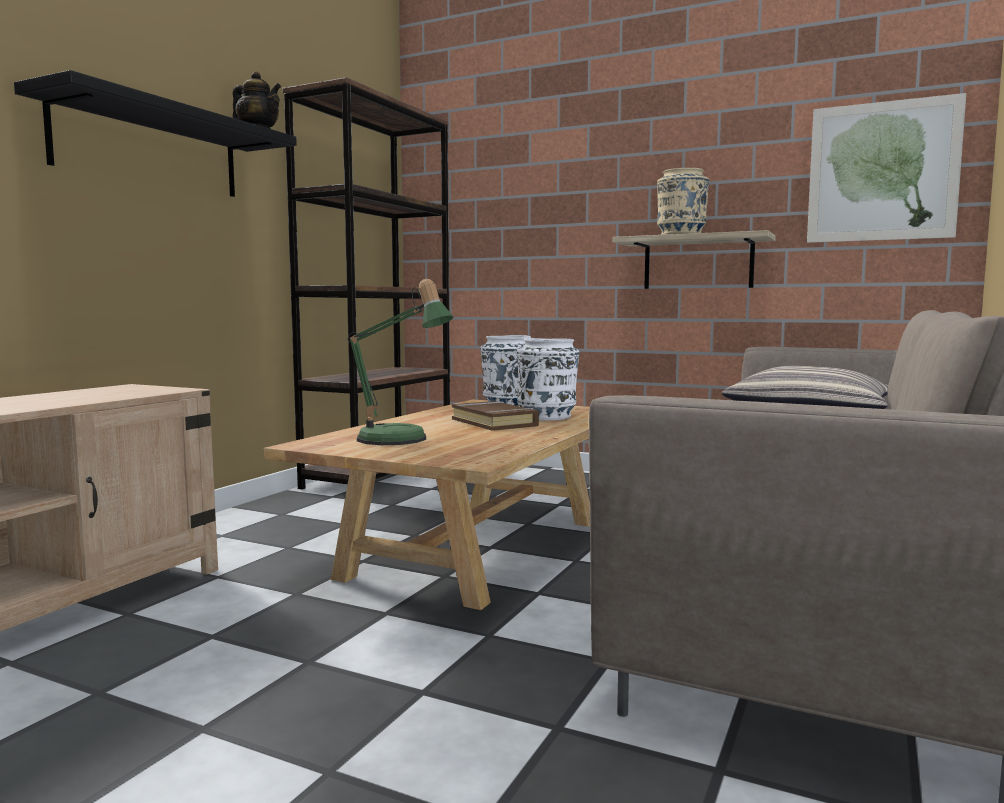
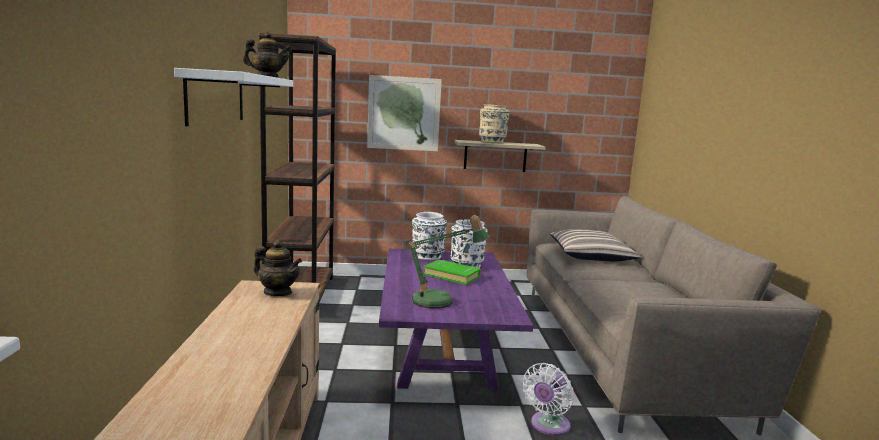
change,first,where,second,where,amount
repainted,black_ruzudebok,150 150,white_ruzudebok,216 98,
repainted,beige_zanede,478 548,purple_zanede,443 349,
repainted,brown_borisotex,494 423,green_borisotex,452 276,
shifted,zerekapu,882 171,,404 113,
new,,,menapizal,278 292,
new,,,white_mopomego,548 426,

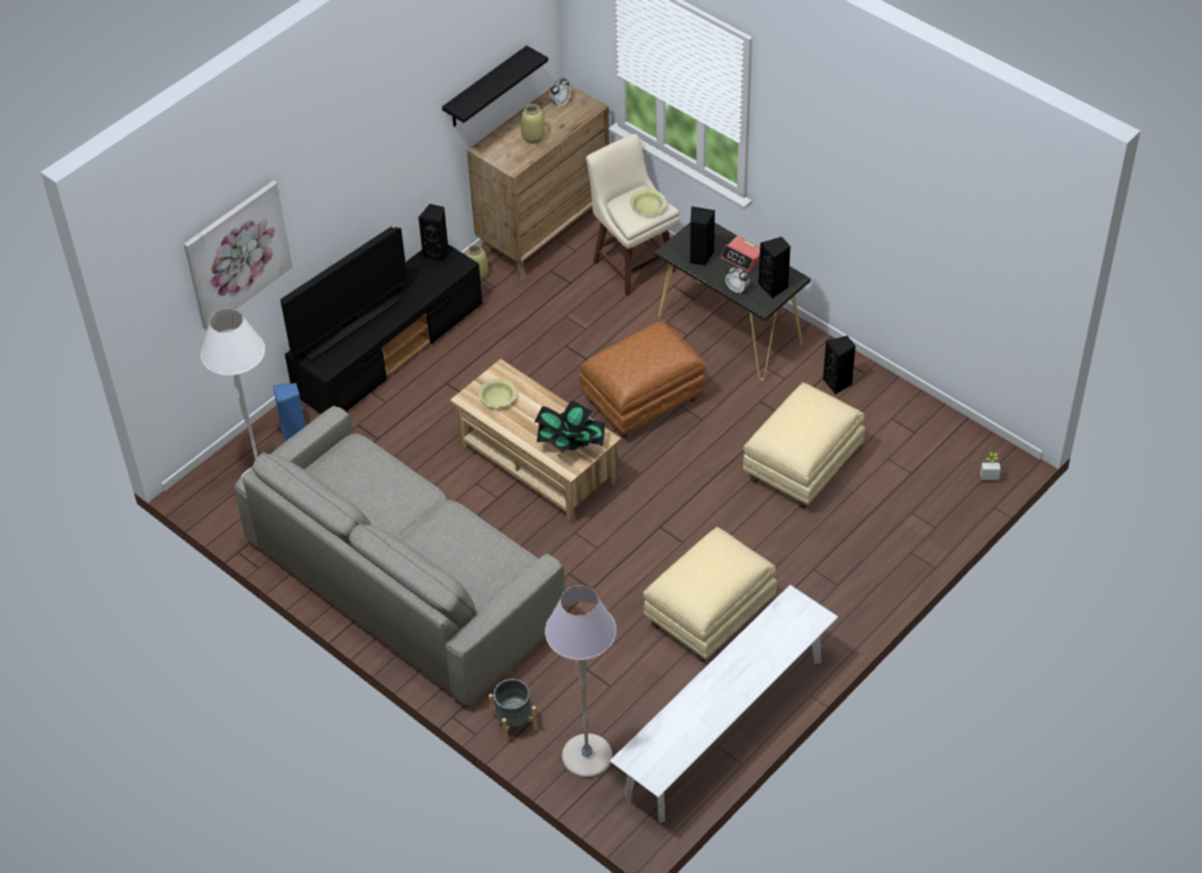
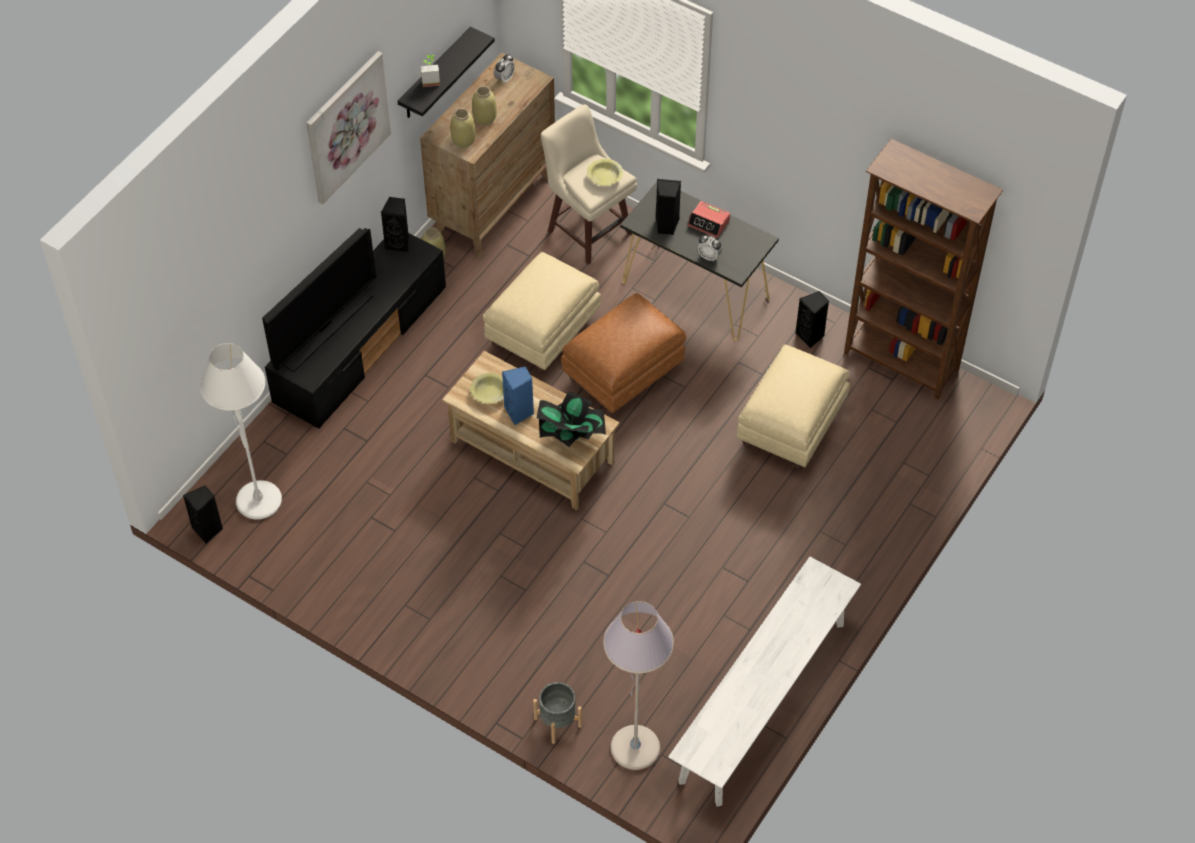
change,first,where,second,where,amount
shifted,zerekapu,237 254,,347 127,
gone,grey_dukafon,403 582,,,
shifted,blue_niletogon,293 429,,519 412,
shifted,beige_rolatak,709 616,,542 333,
shifted,black_niletogon,774 287,,208 530,
shifted,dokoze,988 476,,430 80,
new,,,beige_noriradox,463 140,
new,,,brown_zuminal,901 362,

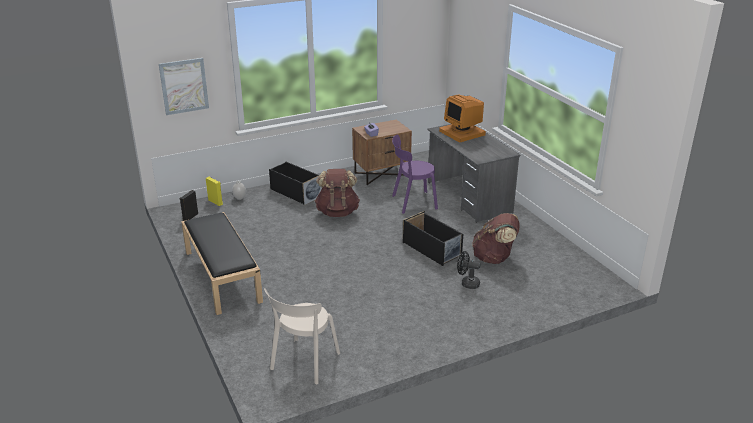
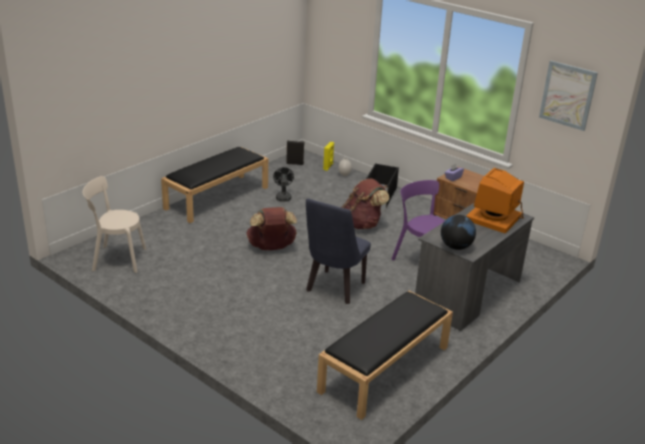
change,first,where,second,where,amount
shifted,zerekapu,184 86,,567 95,
swapped,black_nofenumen,432 249,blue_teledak,334 289,
shifted,black_mopomego,467 283,,283 197,
shifted,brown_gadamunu,494 258,,271 247,
new,,,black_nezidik,384 369,
new,,,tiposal,456 247,

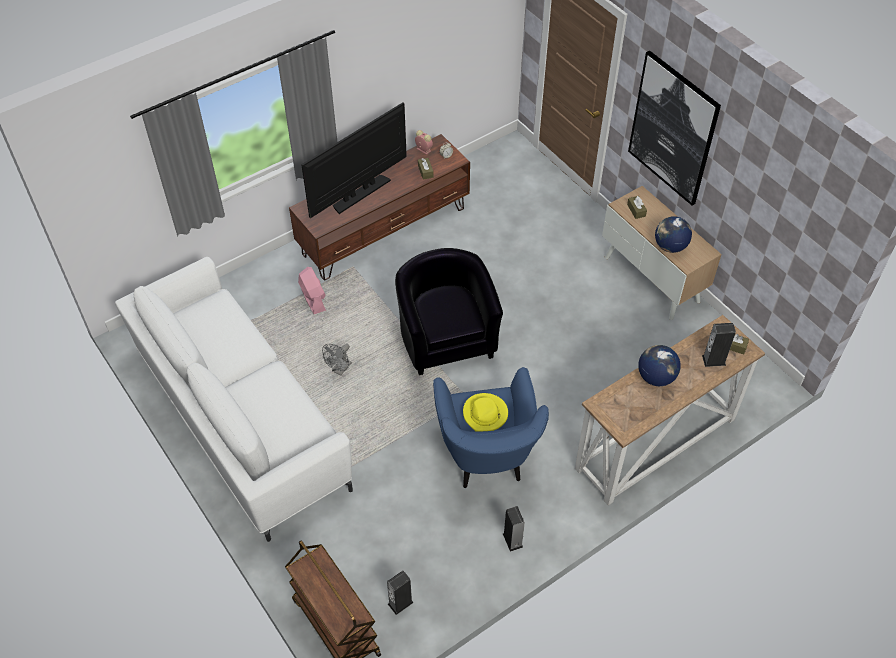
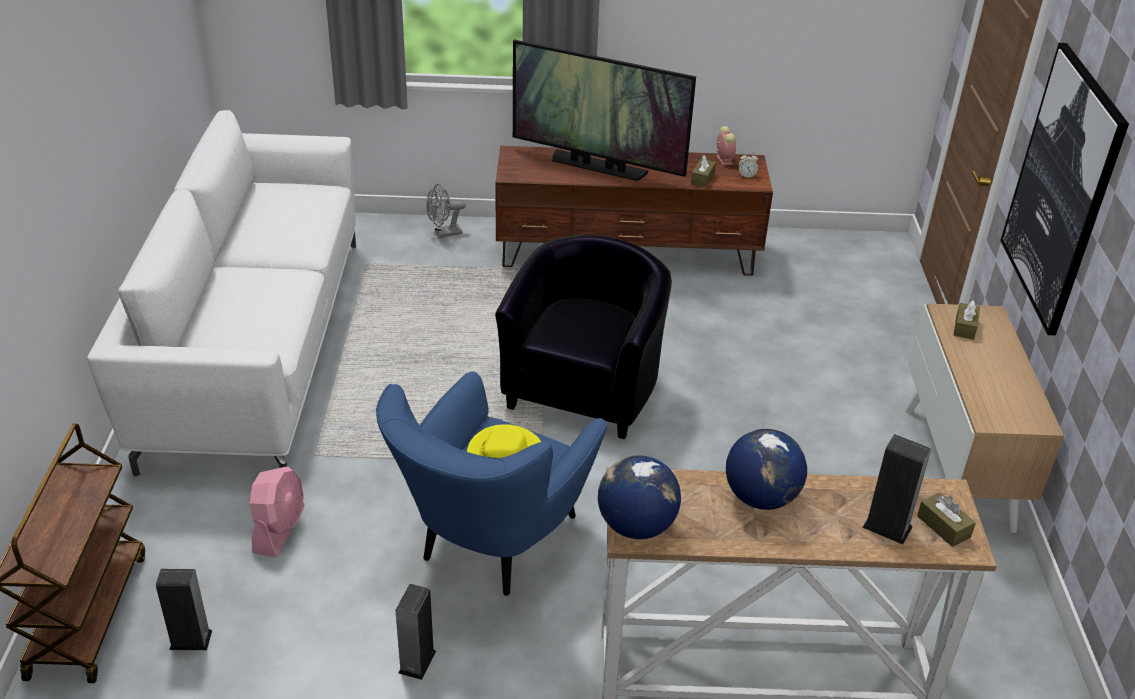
change,first,where,second,where,amount
shifted,pink_mopomego,313 298,,279 529,
rotated,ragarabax,360 193,,597 166,150 degrees counterclockwise
shifted,grey_mopomego,340 369,,444 233,
shifted,tiposal,670 246,,636 526,

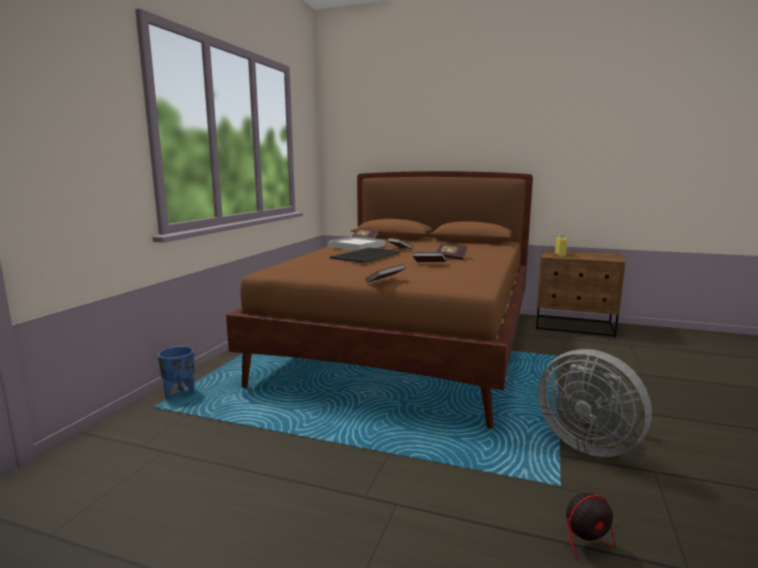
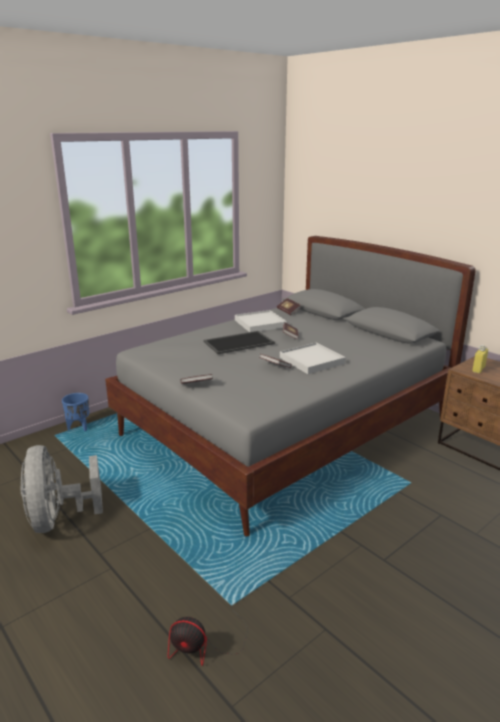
change,first,where,second,where,amount
repainted,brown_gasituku,408 344,grey_gasituku,286 427,
swapped,borisotex,451 257,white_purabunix,312 360,
shifted,grey_mopomego,587 443,,58 518,

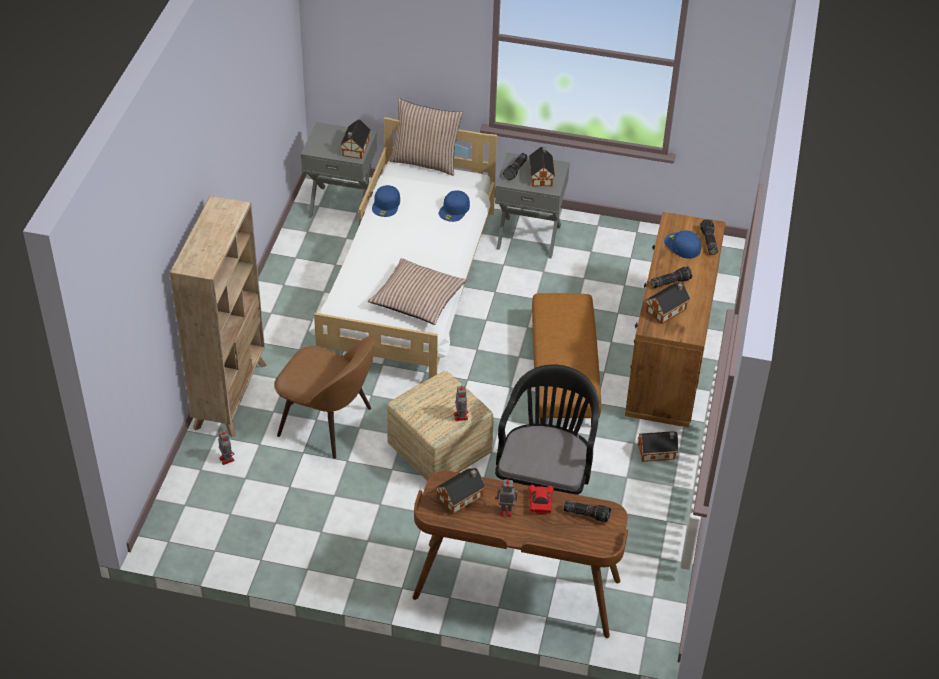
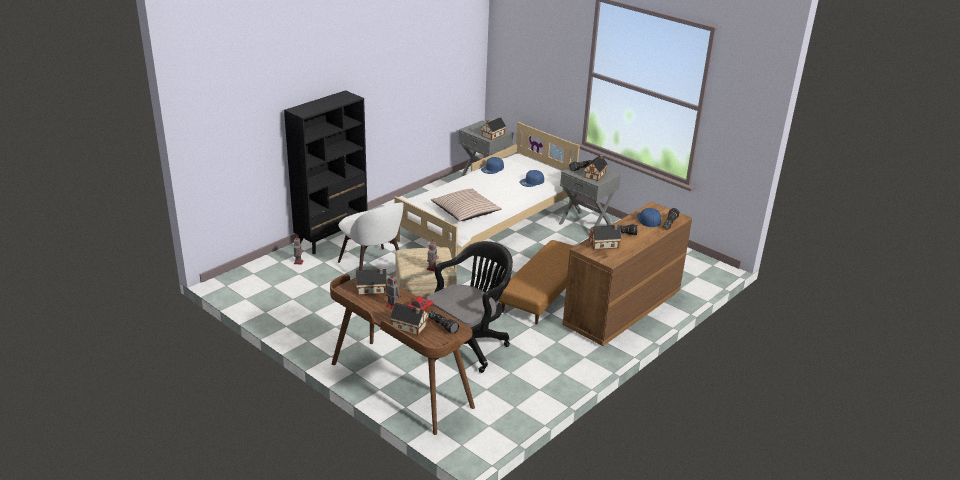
change,first,where,second,where,amount
repainted,beige_zuminal,231 395,black_zuminal,332 237,
repainted,brown_teledak,328 423,white_teledak,373 266,
gone,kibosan,425 161,,,
shifted,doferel,658 452,,410 327,

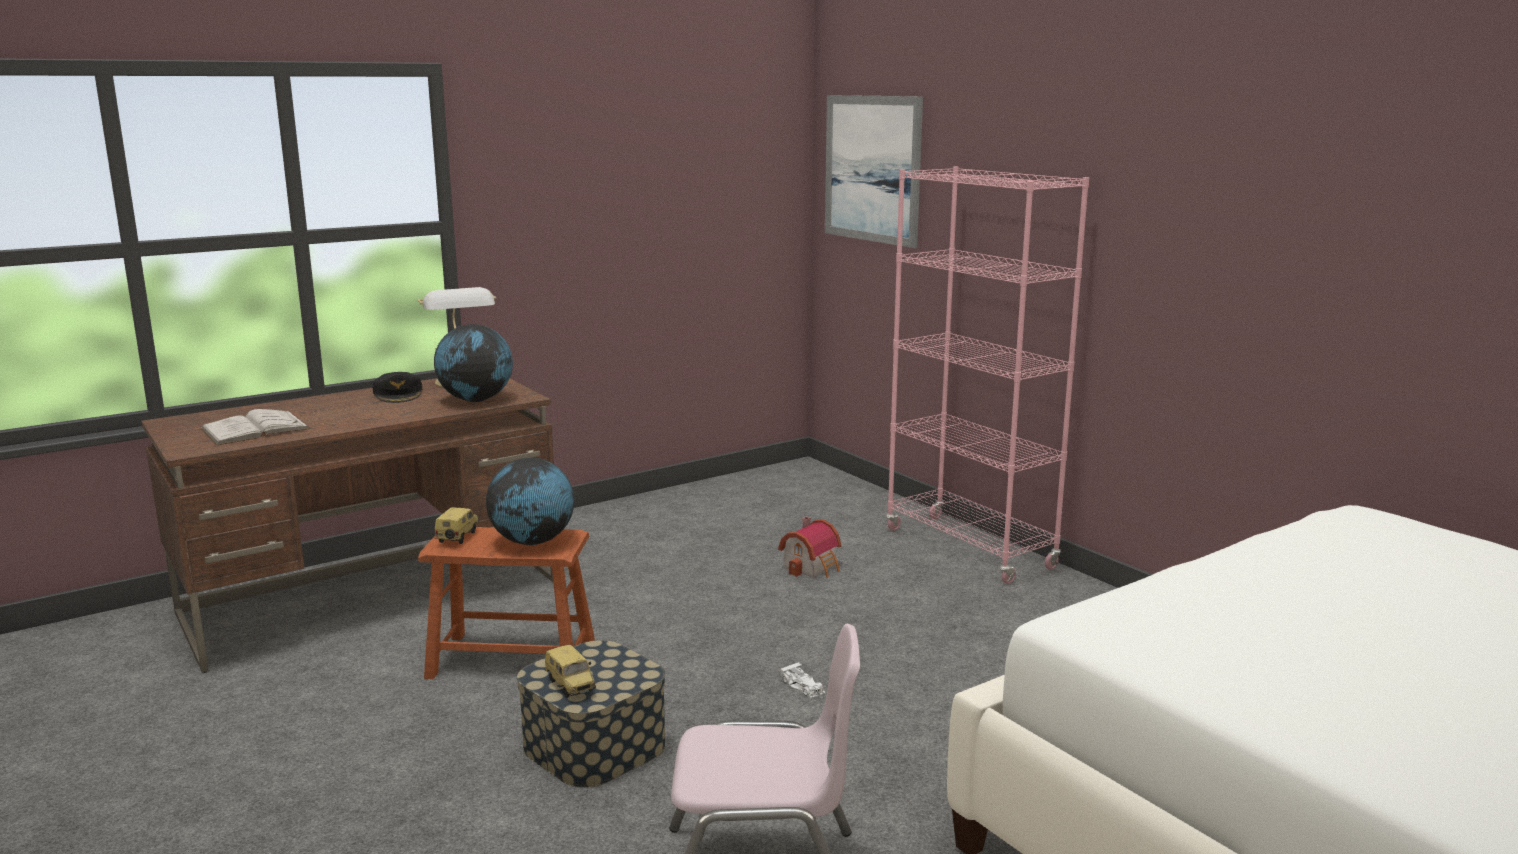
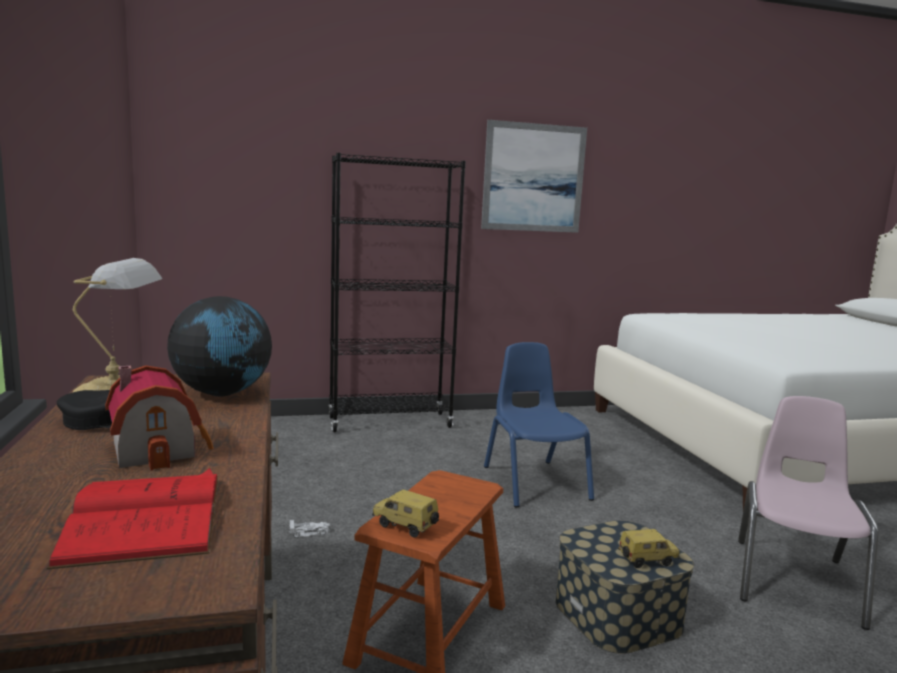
change,first,where,second,where,amount
repainted,white_borisotex,255 429,red_borisotex,145 517,
gone,tiposal,532 542,,,
shifted,doferel,813 567,,160 448,
shifted,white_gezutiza,803 687,,309 532,
shifted,zerekapu,872 169,,533 178,
repainted,pink_zuminal,969 549,black_zuminal,390 422,
new,,,blue_teledak,535 482,

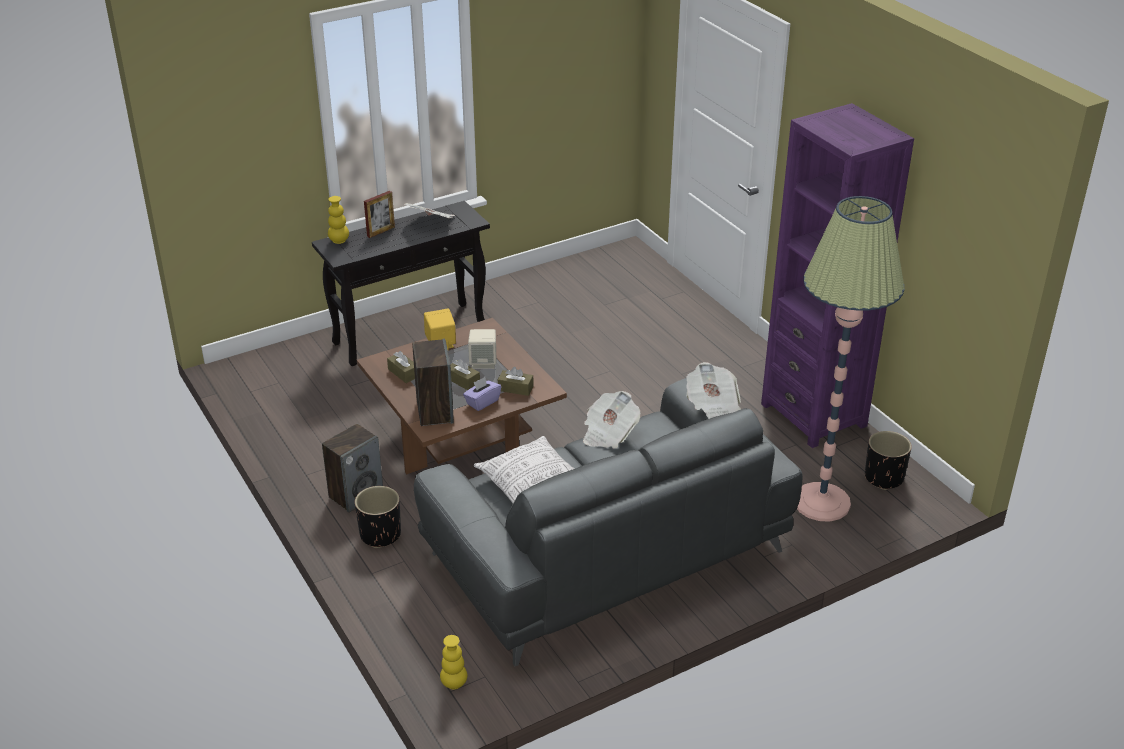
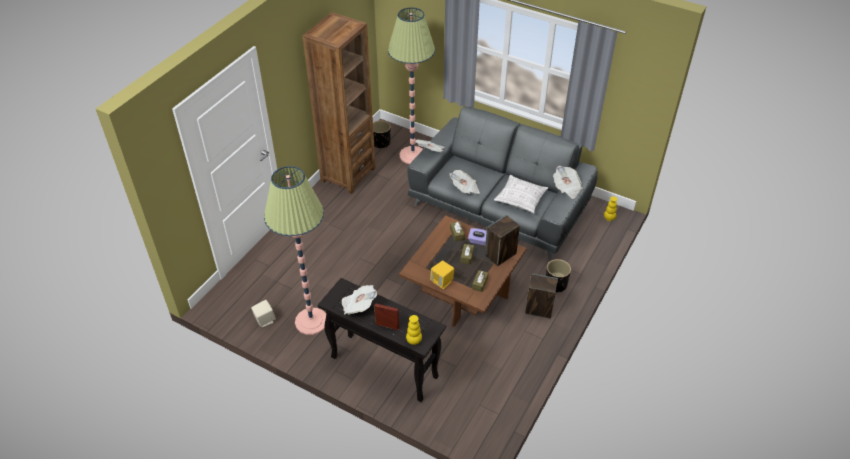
change,first,where,second,where,amount
shifted,beige_niletogon,483 363,,264 320,
repainted,purple_zuminal,813 415,brown_zuminal,348 174,
new,,,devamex,311 321,
new,,,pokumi,567 188,

